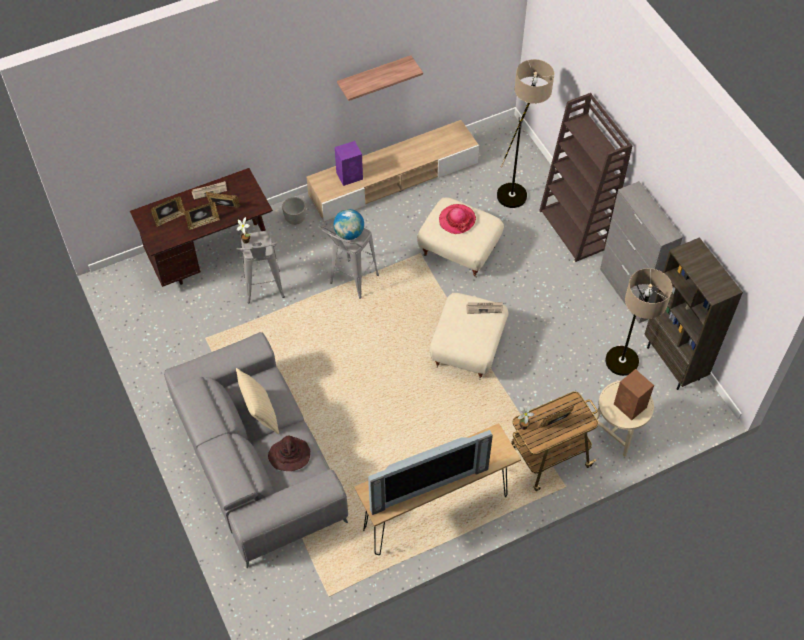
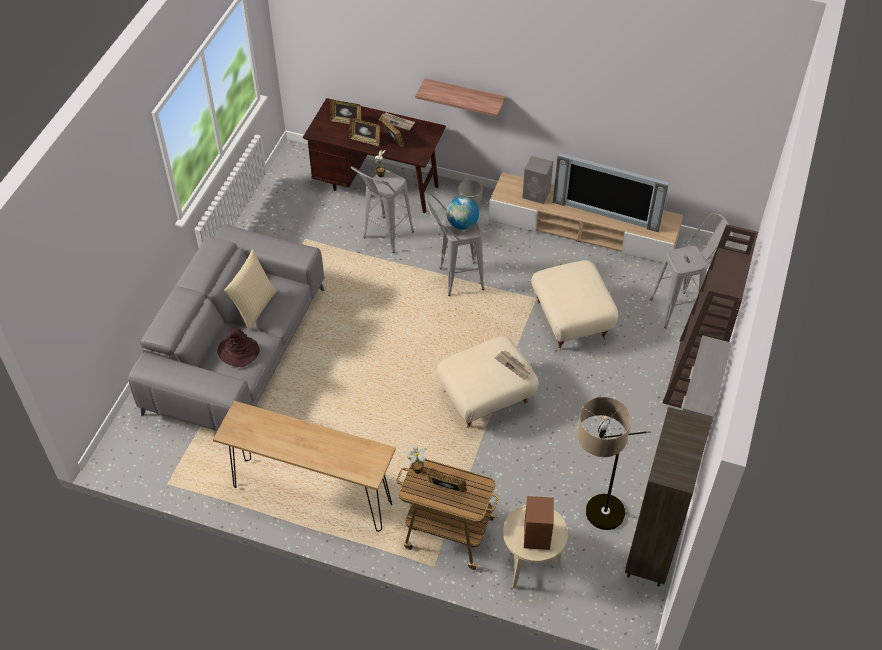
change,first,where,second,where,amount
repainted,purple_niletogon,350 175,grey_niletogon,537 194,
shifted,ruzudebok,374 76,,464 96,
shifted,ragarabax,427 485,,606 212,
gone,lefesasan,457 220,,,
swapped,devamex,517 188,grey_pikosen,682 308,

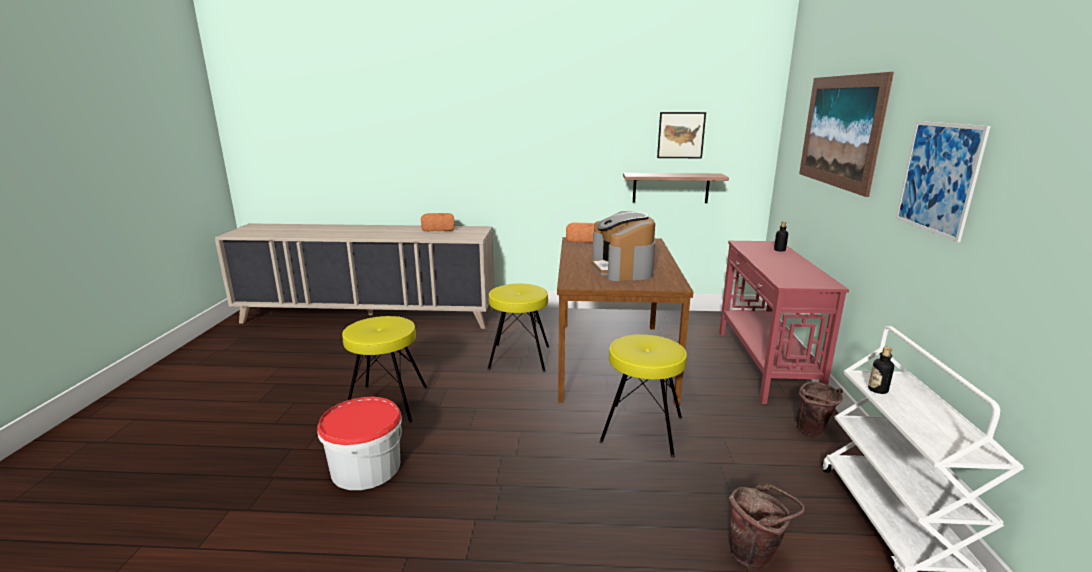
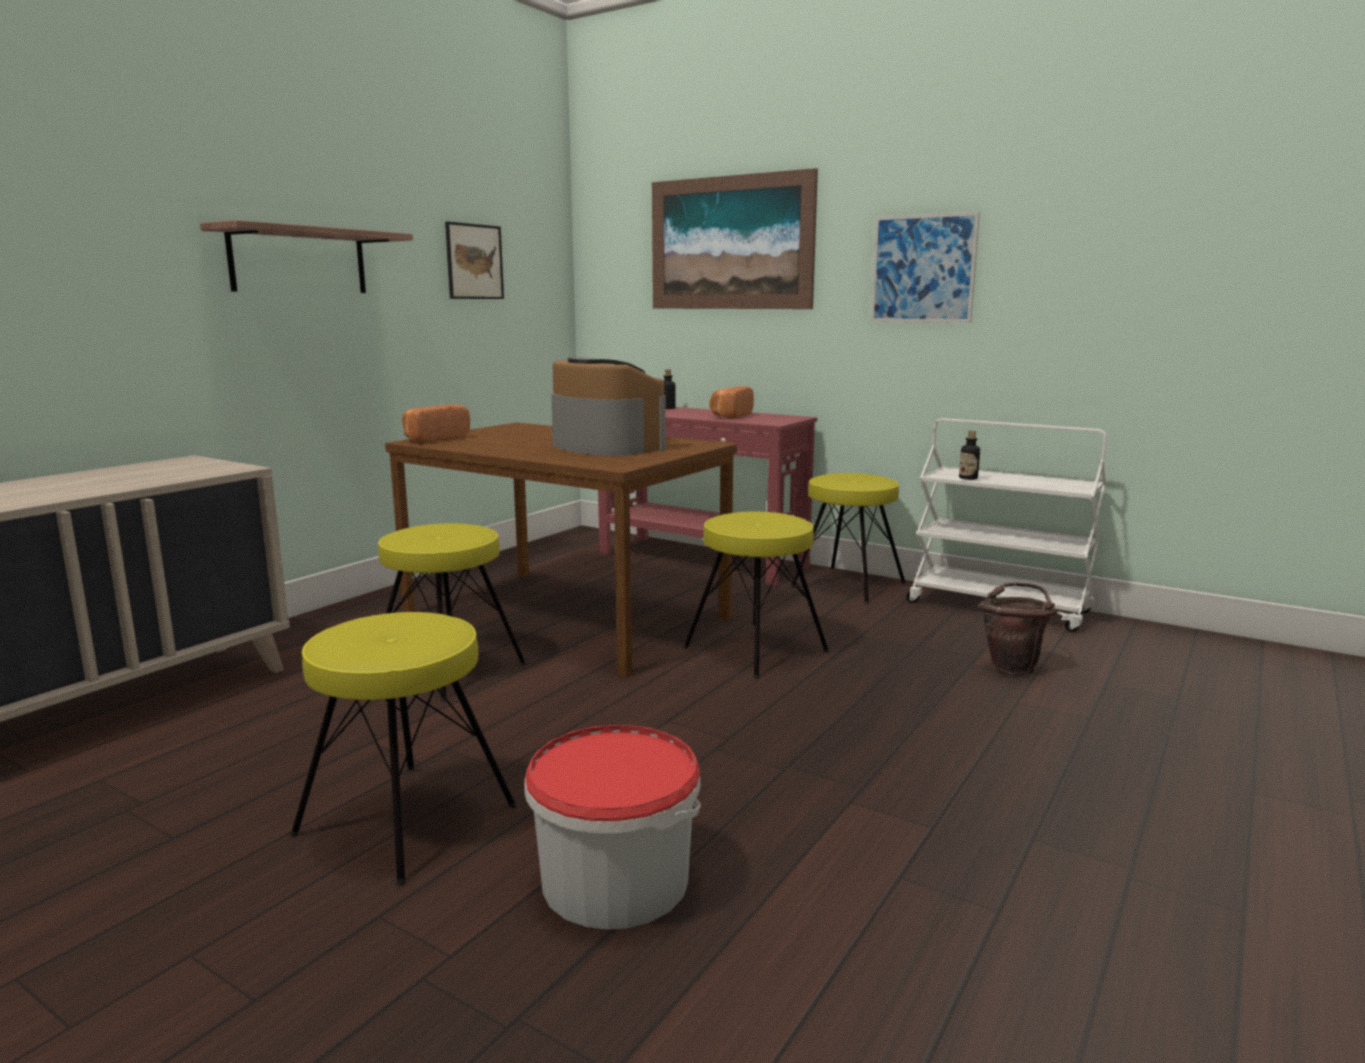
change,first,where,second,where,amount
shifted,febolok,438 229,,729 416,
rotated,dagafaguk,622 269,,605 446,150 degrees counterclockwise
shifted,ruzudebok,670 188,,299 261,
swapped,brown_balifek,813 432,yellow_pikosen,848 585,

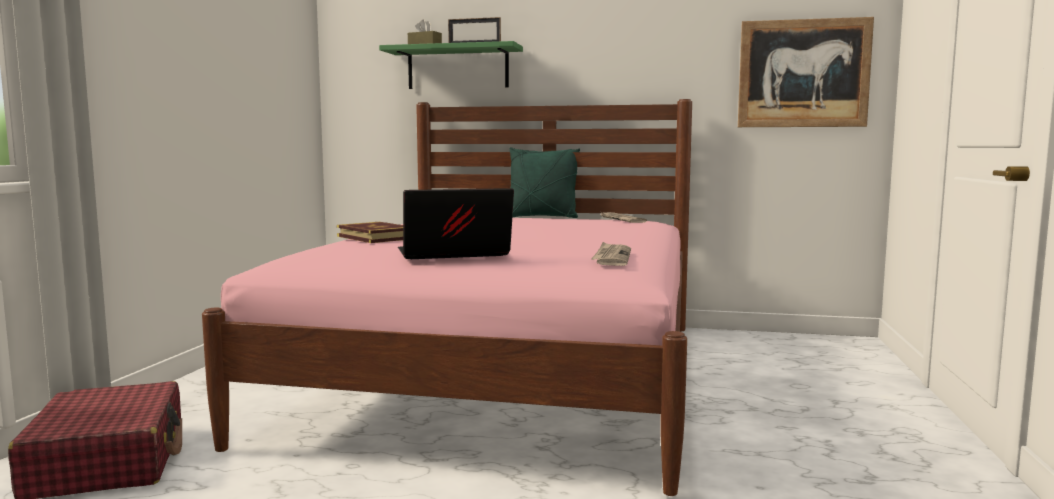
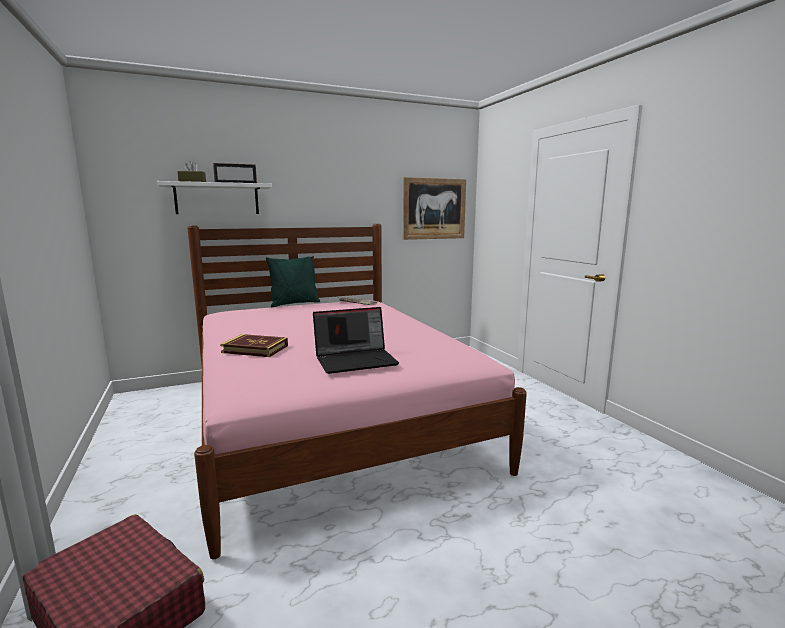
change,first,where,second,where,amount
repainted,green_ruzudebok,458 68,white_ruzudebok,217 199,
rotated,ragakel,452 255,,356 360,150 degrees counterclockwise
gone,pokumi,612 257,,,

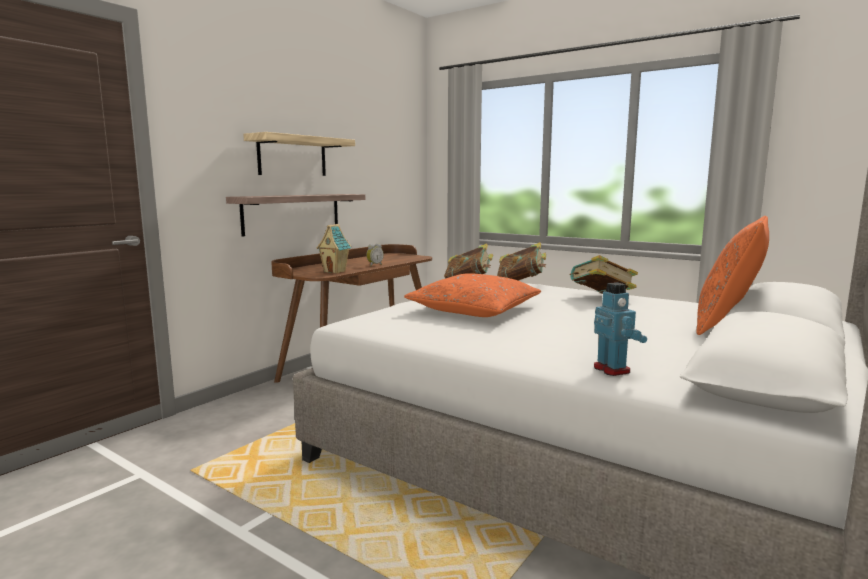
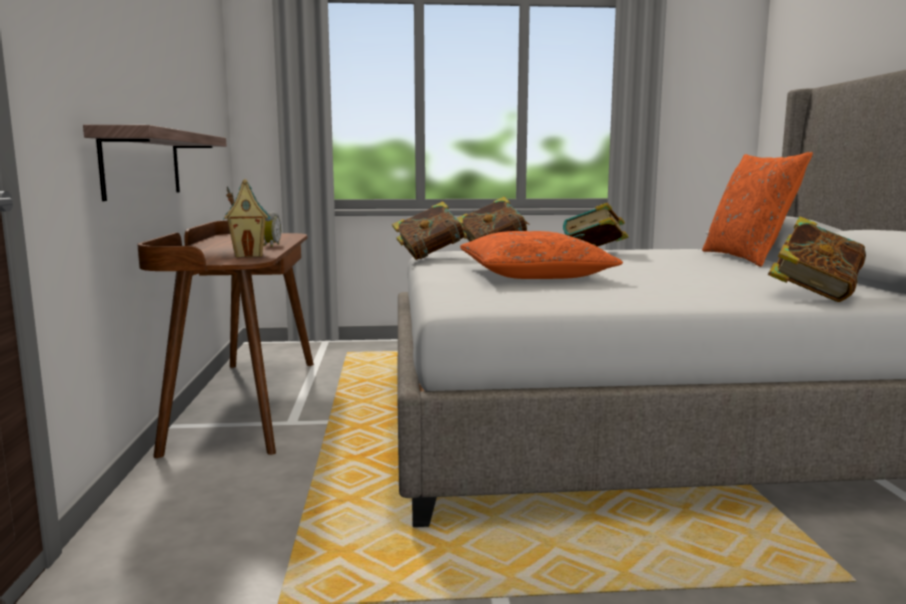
change,first,where,second,where,amount
gone,ruzudebok,292 156,,,
swapped,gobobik,612 369,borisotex,814 295,

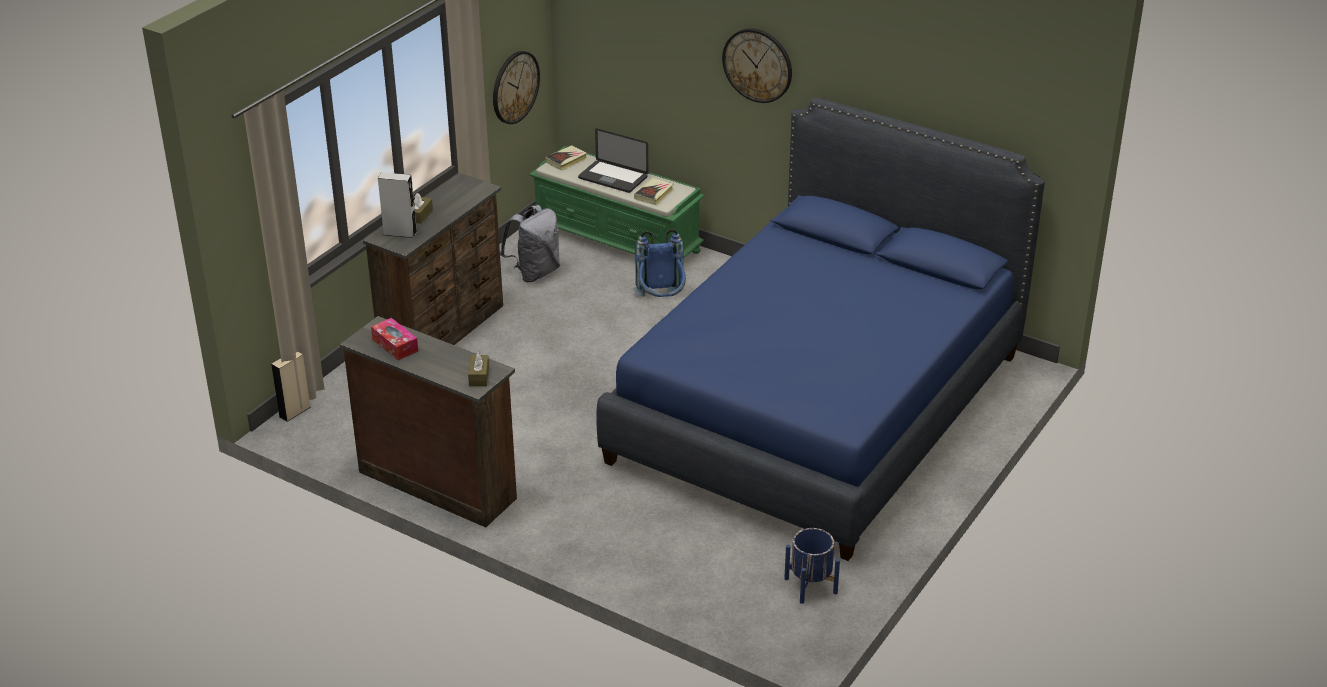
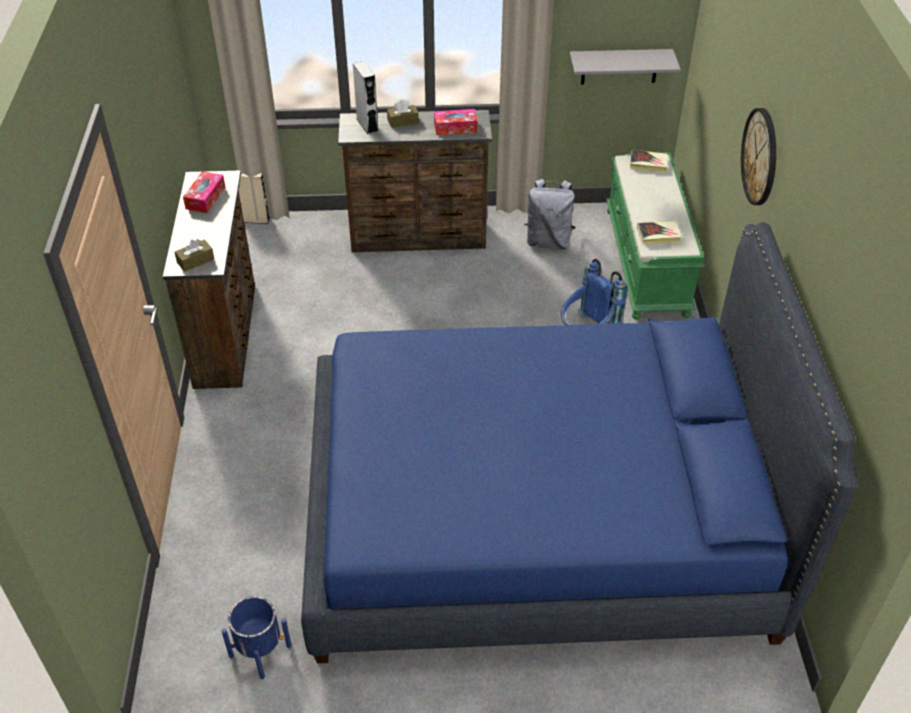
change,first,where,second,where,amount
swapped,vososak,515 87,grey_ruzudebok,619 66,
gone,ragakel,613 178,,,
new,,,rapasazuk,455 128,

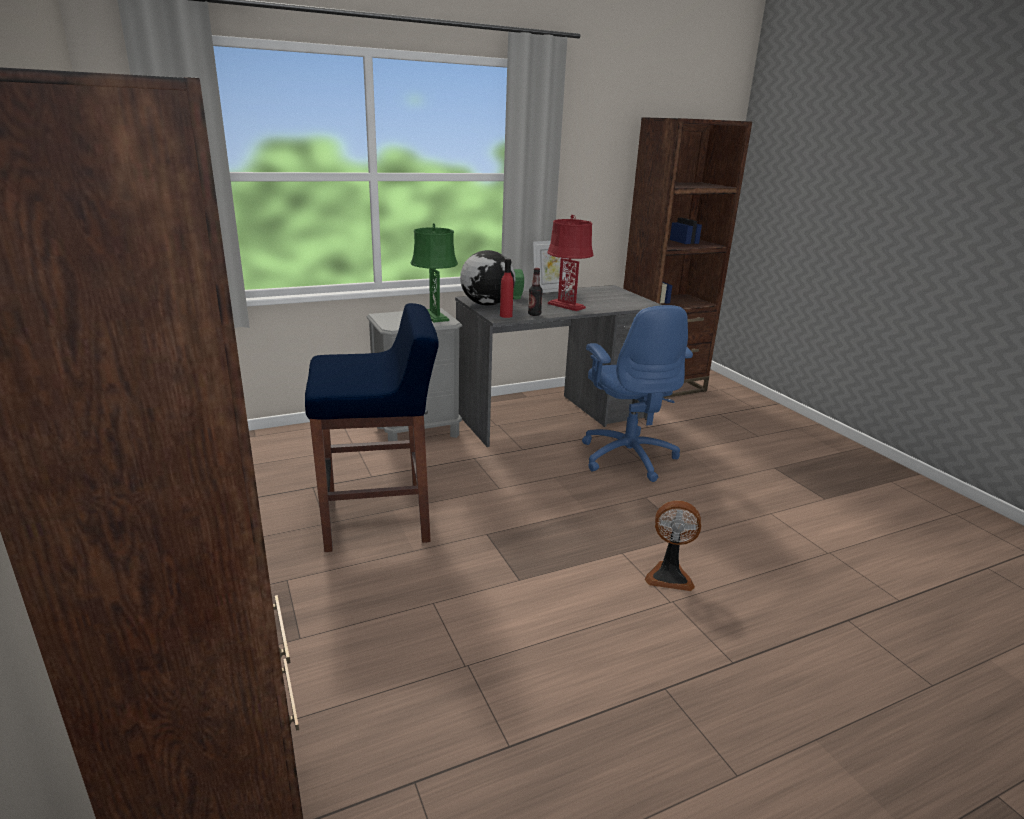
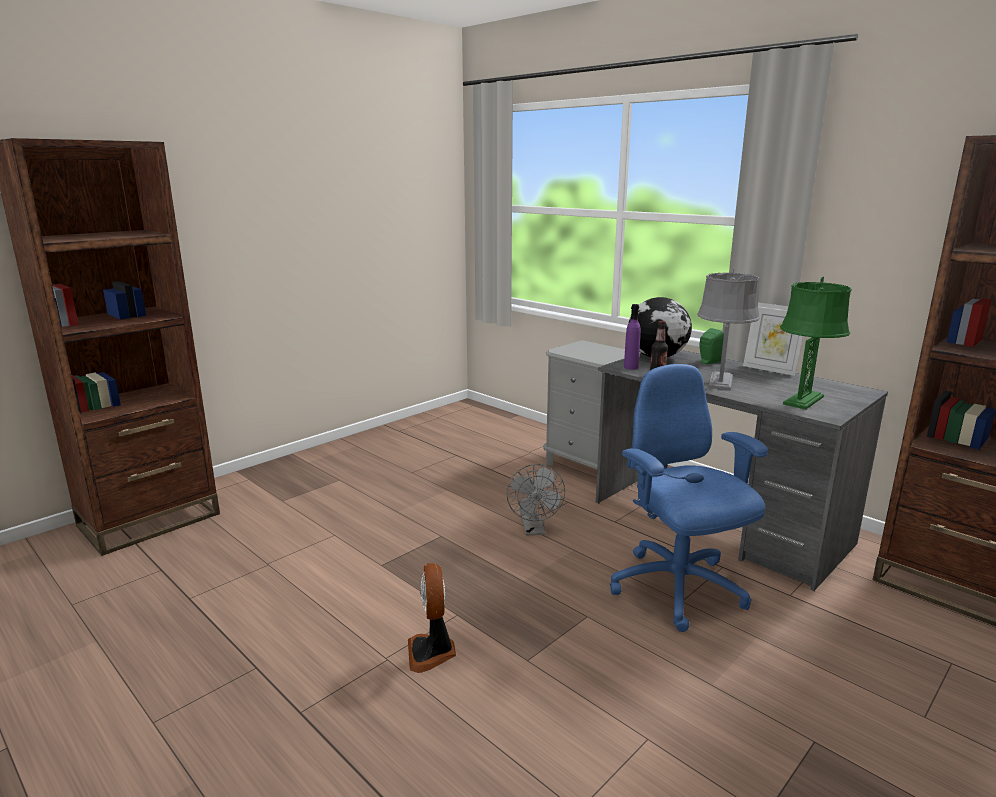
change,first,where,second,where,amount
gone,blue_pikosen,379 518,,,
shifted,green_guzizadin,435 316,,803 400,
repainted,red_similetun,506 316,purple_similetun,631 367,
repainted,red_guzizadin,566 306,grey_guzizadin,720 382,
rotated,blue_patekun,627 456,,678 590,105 degrees clockwise
new,,,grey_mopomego,534 530,

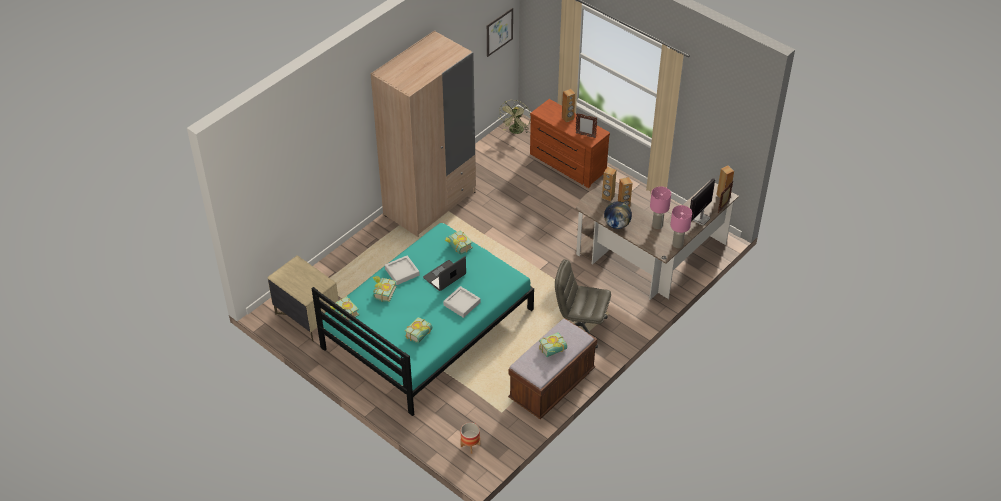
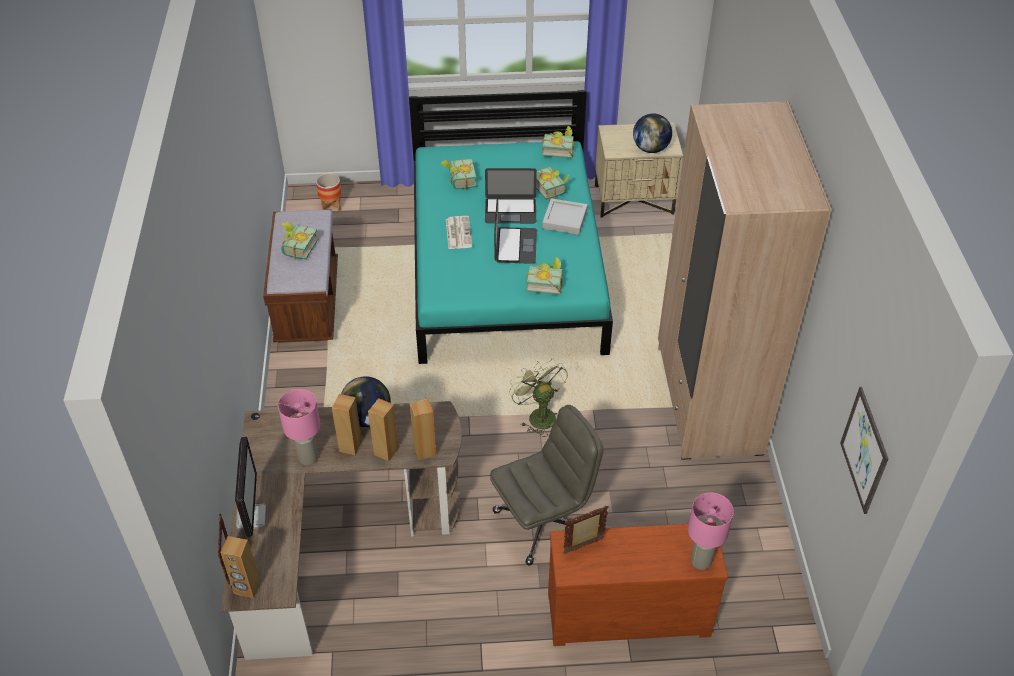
change,first,where,second,where,amount
swapped,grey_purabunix,461 304,pokumi,458 232,
shifted,green_mopomego,516 131,,538 415,
shifted,grey_patekun,580 328,,544 522,
shifted,brown_niletogon,567 118,,350 446,
shifted,pink_guzizadin,677 244,,701 561,
new,,,ragakel,510 210,
new,,,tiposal,650 149,

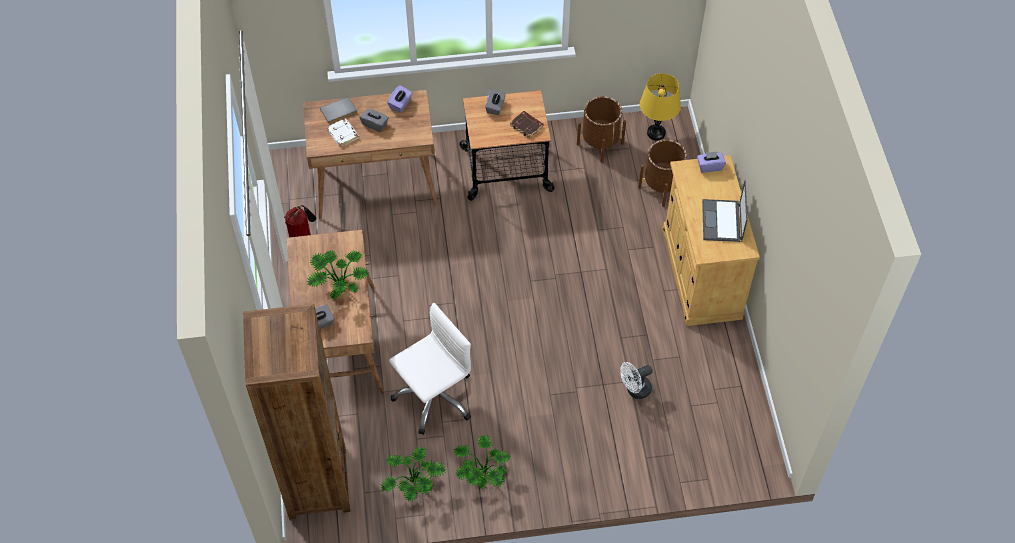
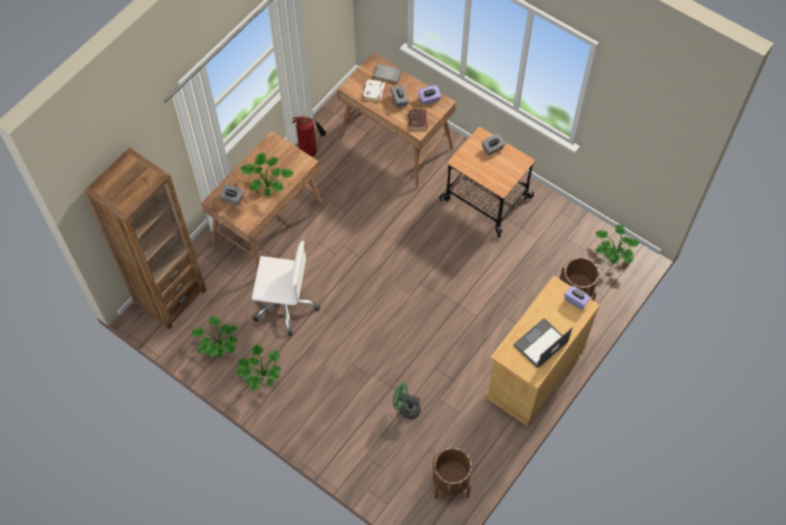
change,first,where,second,where,amount
shifted,brown_borisotex,527 126,,418 121,
shifted,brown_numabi,600 144,,450 482,
repainted,white_mopomego,635 390,green_mopomego,406 408,
swapped,yellow_guzizadin,656 133,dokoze,613 254,

